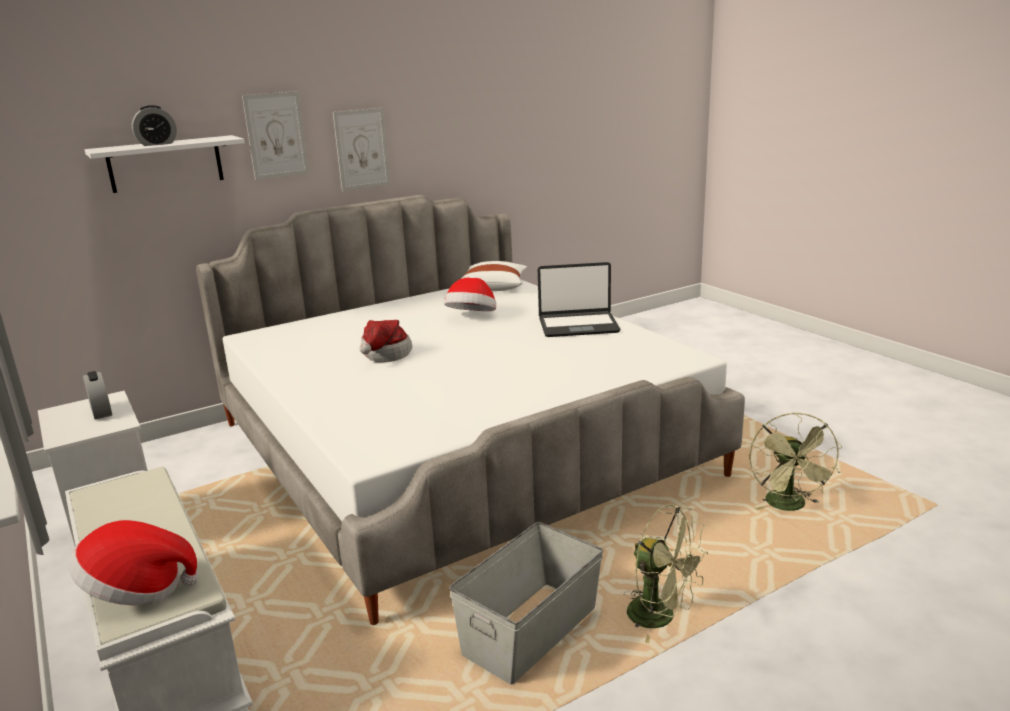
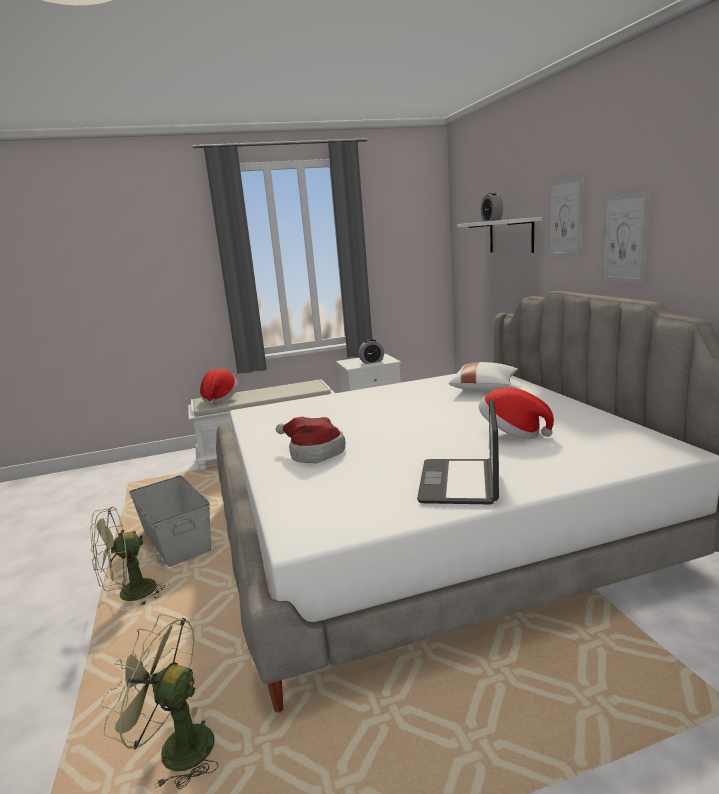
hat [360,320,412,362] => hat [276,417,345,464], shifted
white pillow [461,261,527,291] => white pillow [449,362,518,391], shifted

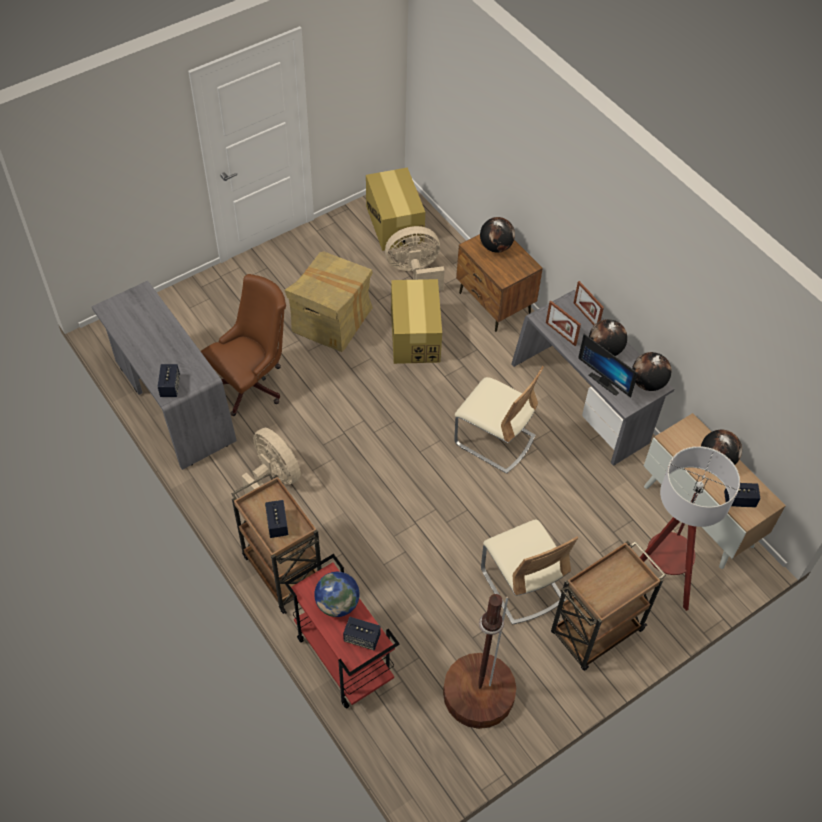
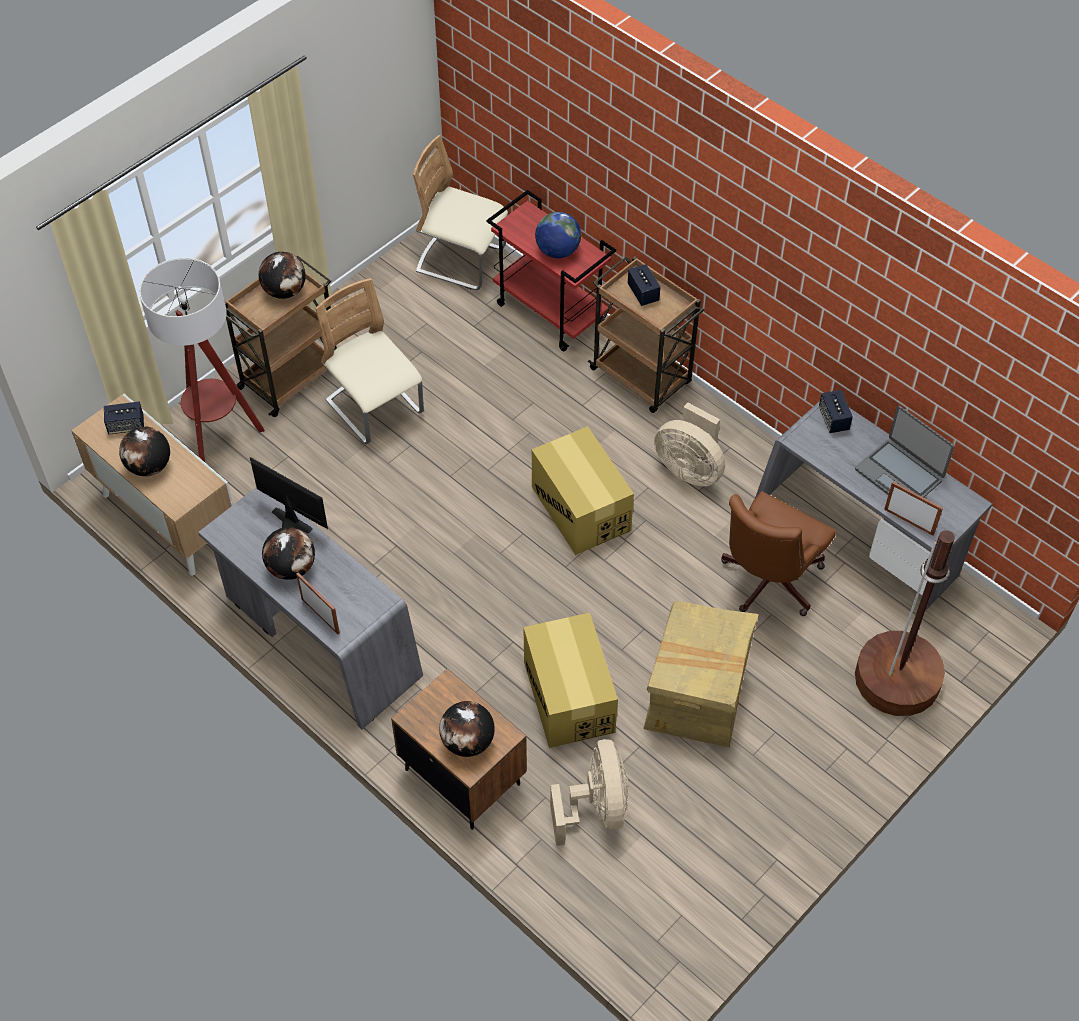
globe [632,352,671,391] => globe [259,252,306,299], shifted
beige chair [454,366,544,474] => beige chair [413,135,508,290], shifted
cardboard box [366,167,425,251] => cardboard box [532,426,634,555], shifted
beige fan [385,226,445,291] => beige fan [550,739,628,846], 75 degrees counterclockwise
nothing => laptop [855,406,955,498]
brown floor lamp [443,594,516,729] => brown floor lamp [855,530,955,716], shifted
picture frame [546,301,581,346] => picture frame [884,482,943,535], shifted
speaker [343,617,380,650] => nothing

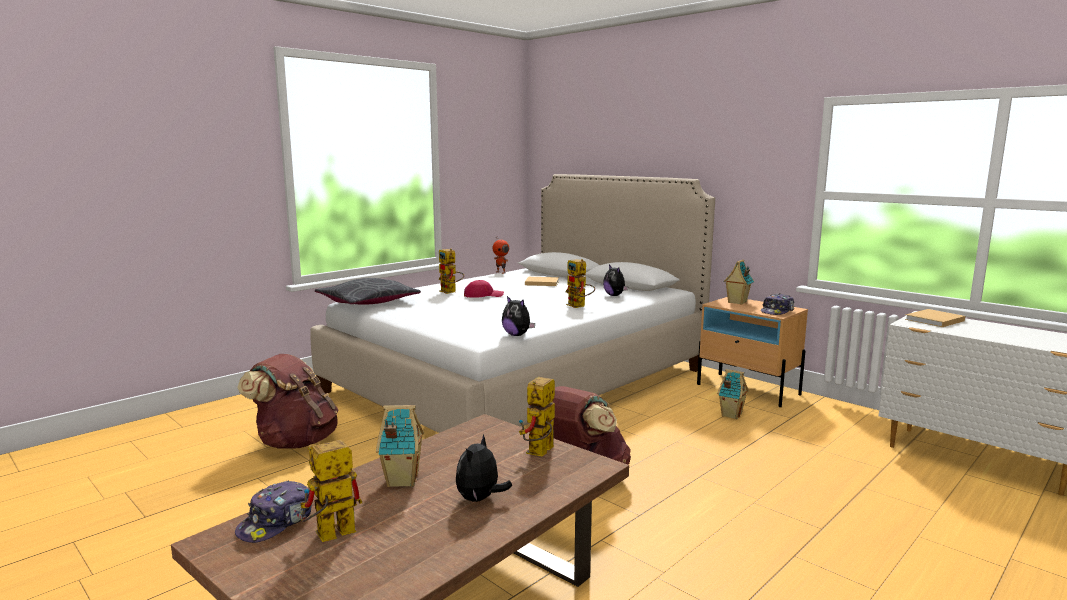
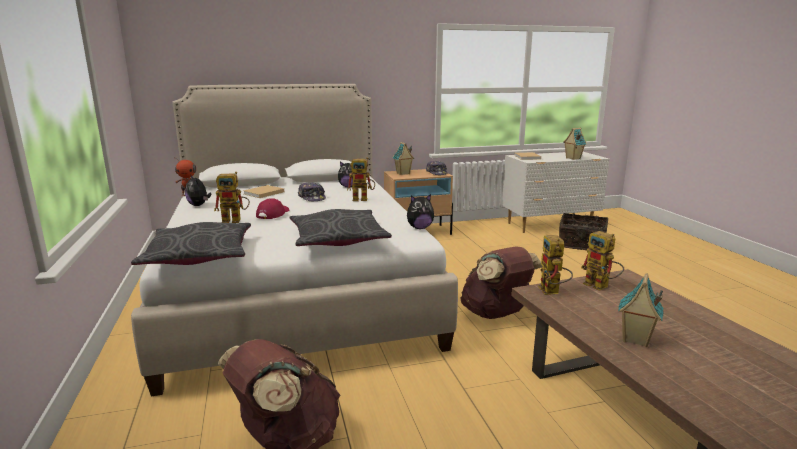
plush toy [456,434,512,502] => plush toy [185,174,211,206], shifted
nothing => grey pillow [290,209,392,246]
cap [235,480,312,543] => cap [298,182,326,201], shifted
toy robot [300,439,362,542] => toy robot [538,235,573,295], shifted
nothing => basket [559,213,608,250]
toy house [717,369,749,419] => toy house [563,128,587,160], shifted

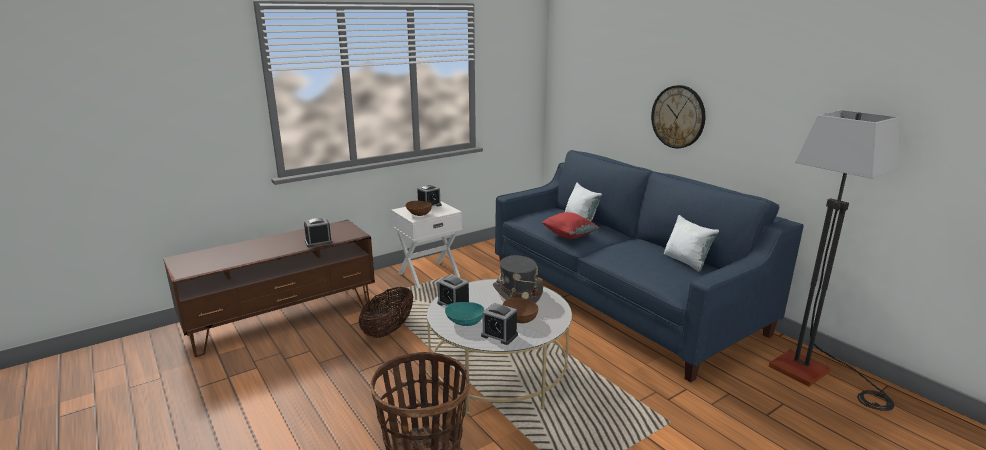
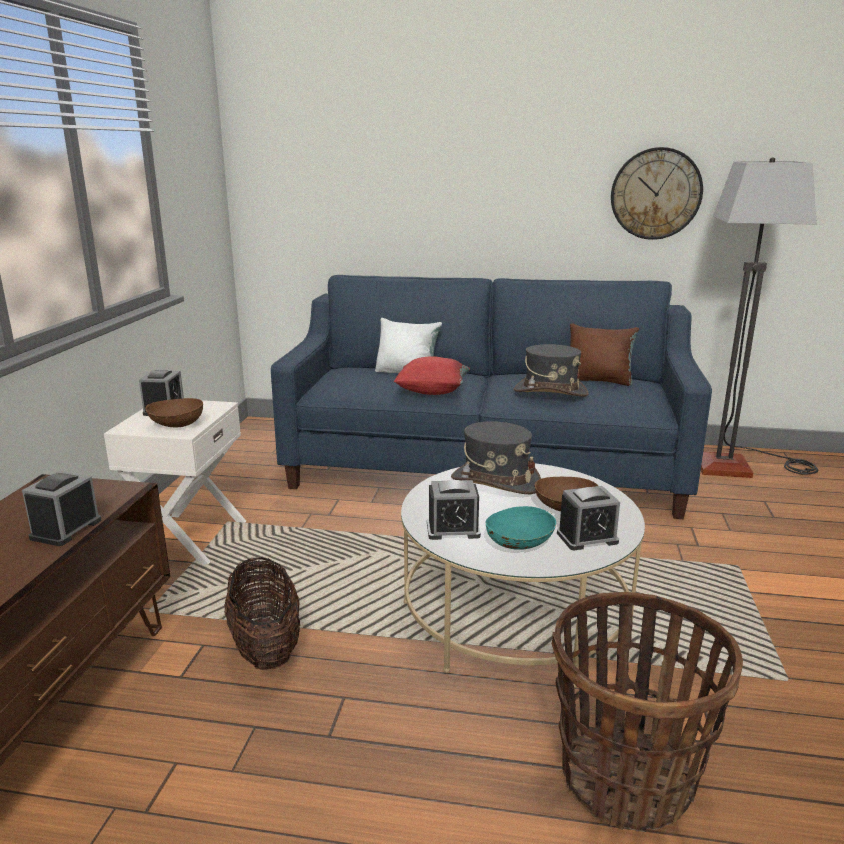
nothing => grey hat [514,344,589,397]
white pillow [664,215,719,272] => brown pillow [570,323,639,386]
wall clock [651,85,705,148] => wall clock [611,147,703,240], shifted

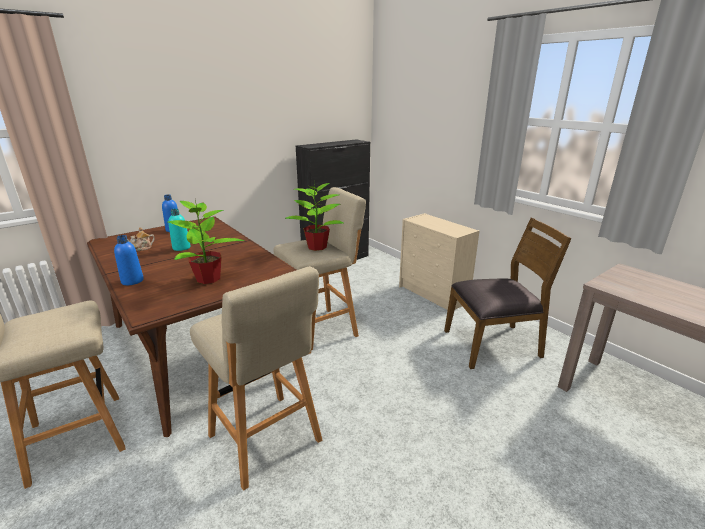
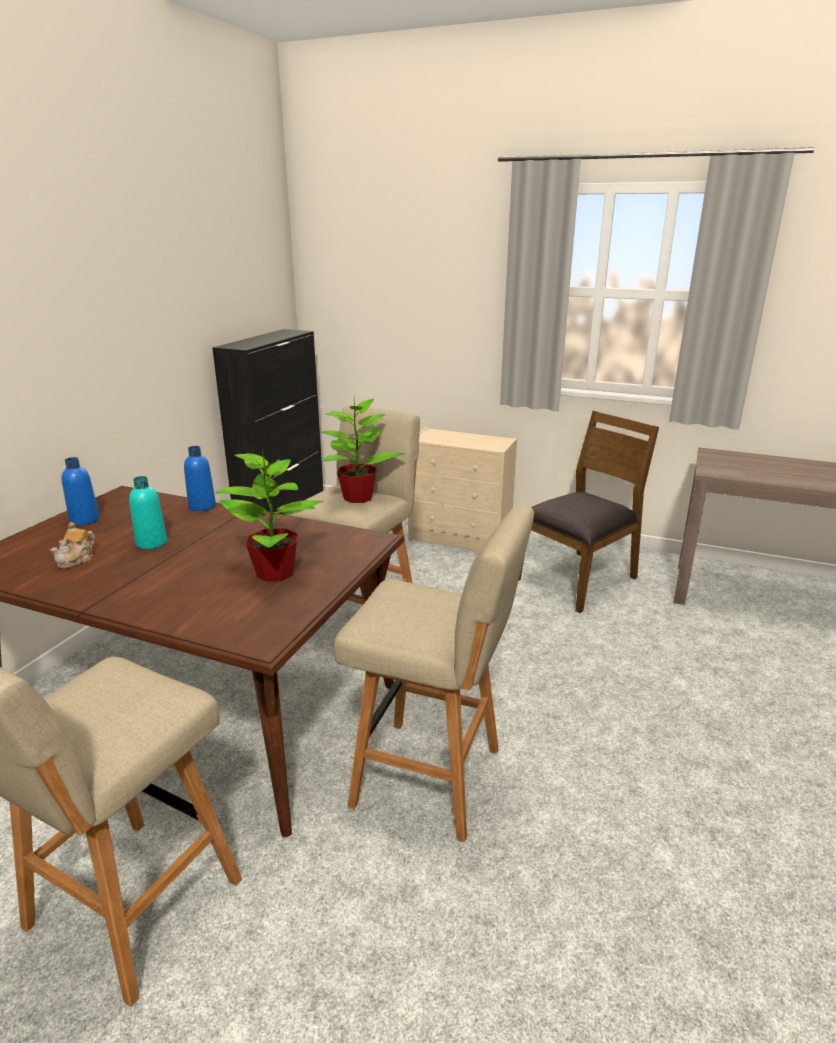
blue bottle [114,235,144,285] => blue bottle [184,446,216,511], shifted

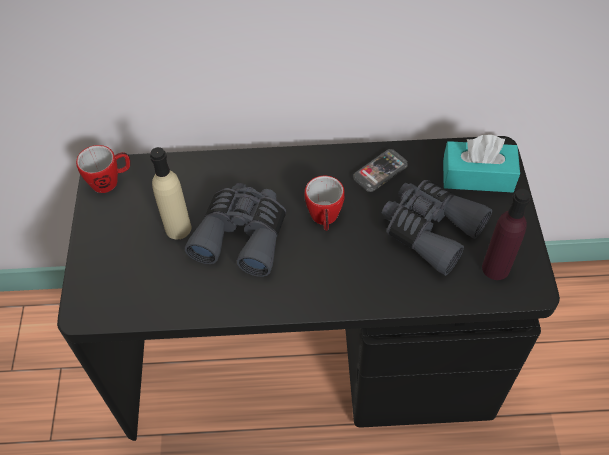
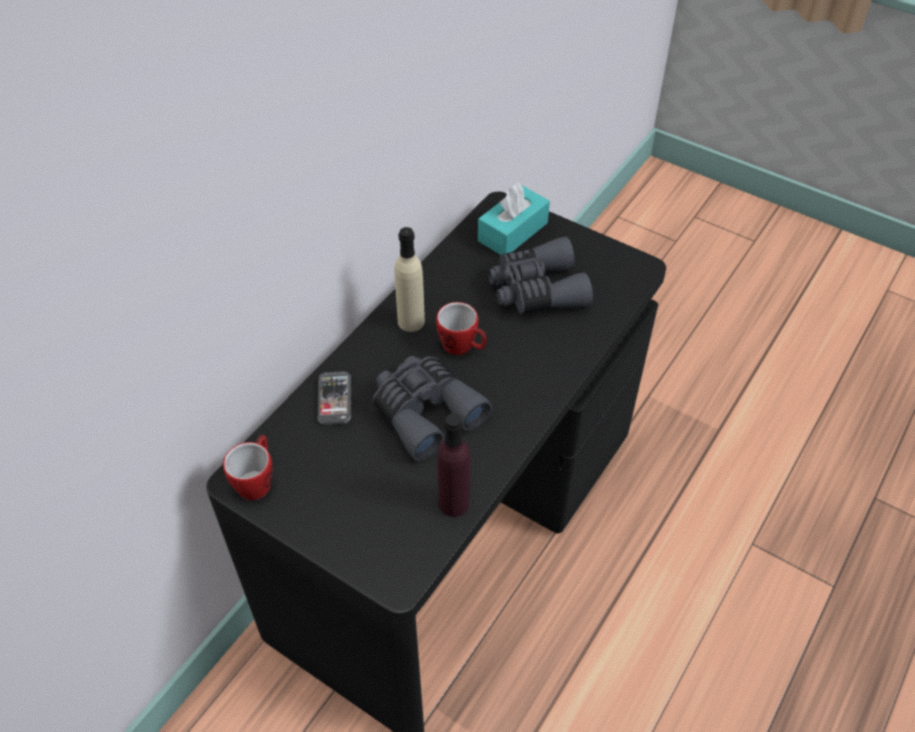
phone [353,149,408,192] => phone [318,371,351,425], shifted
beige bottle [150,147,191,239] => beige bottle [394,227,425,332], shifted
purple bottle [482,189,531,280] => purple bottle [437,413,471,517], shifted

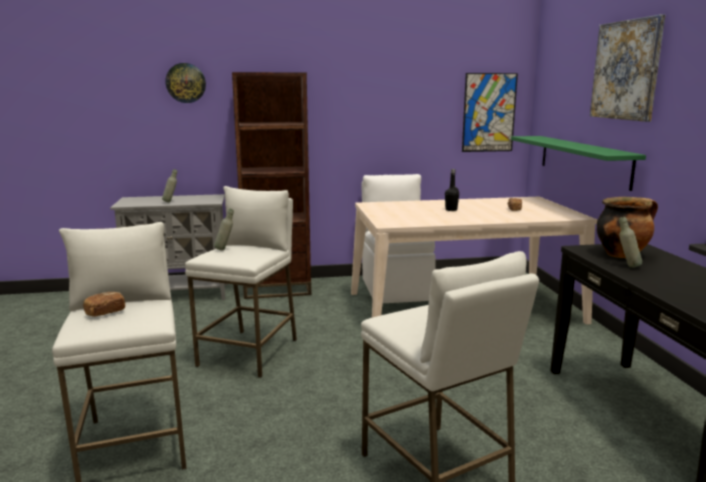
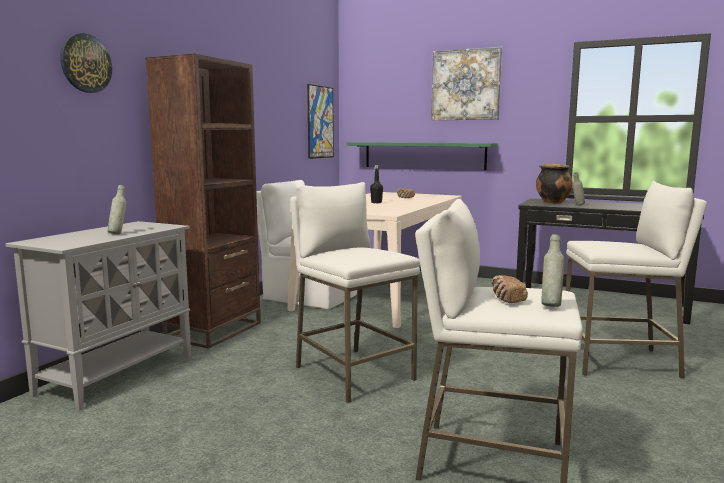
grey bottle [214,209,234,250] => grey bottle [541,234,564,307], shifted

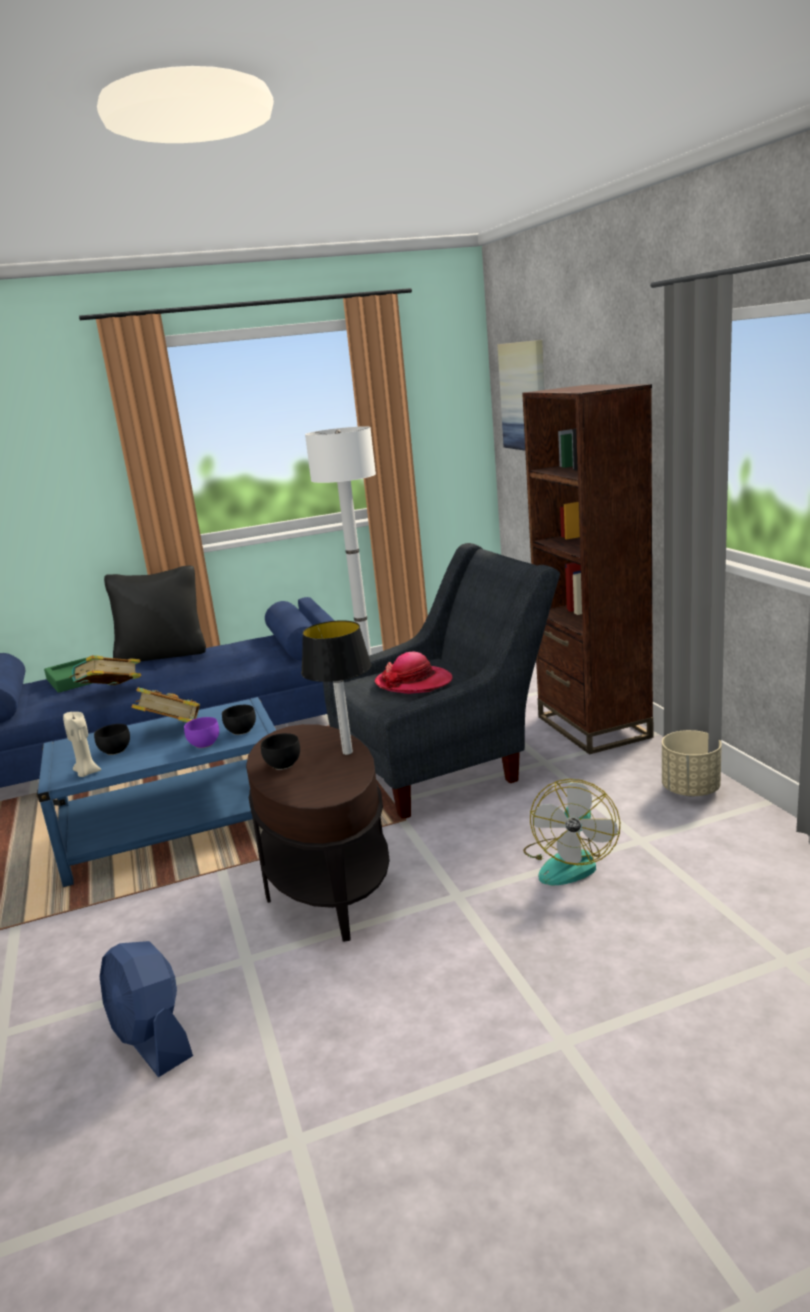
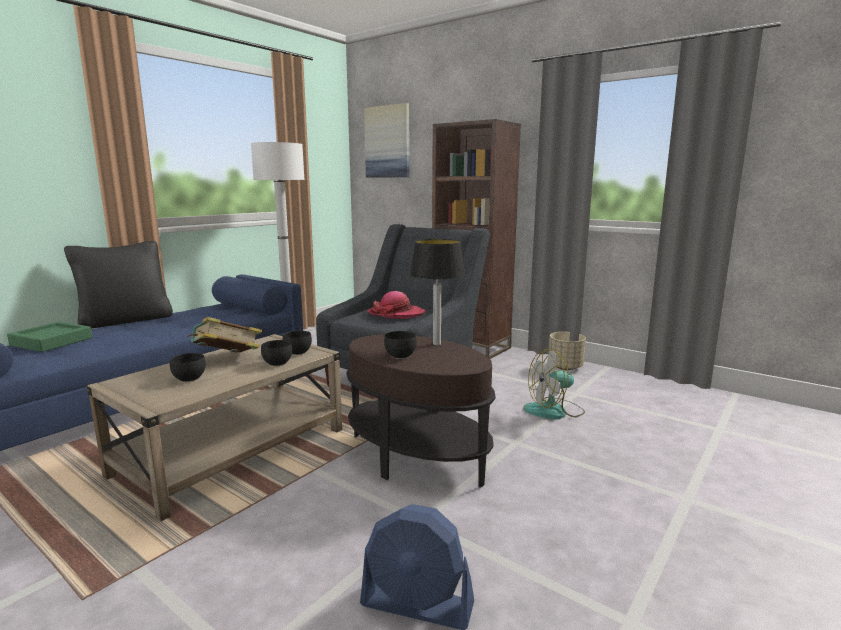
blue coffee table [36,697,276,887] => beige coffee table [87,334,342,521]
purple bowl [184,717,219,748] => black bowl [261,340,292,366]
fan [523,779,620,885] => fan [523,348,585,420], 90 degrees clockwise
beige candle [63,712,101,777] => nothing
book [69,655,141,685] => nothing

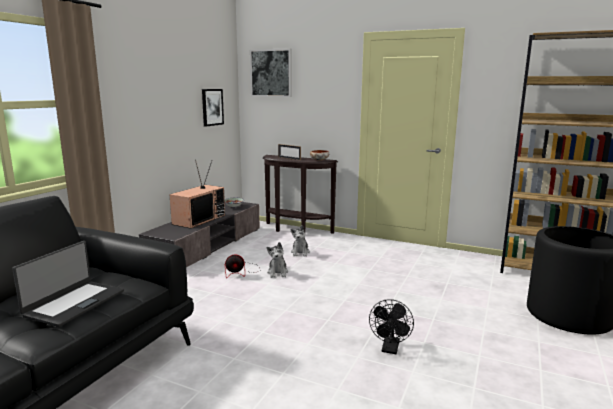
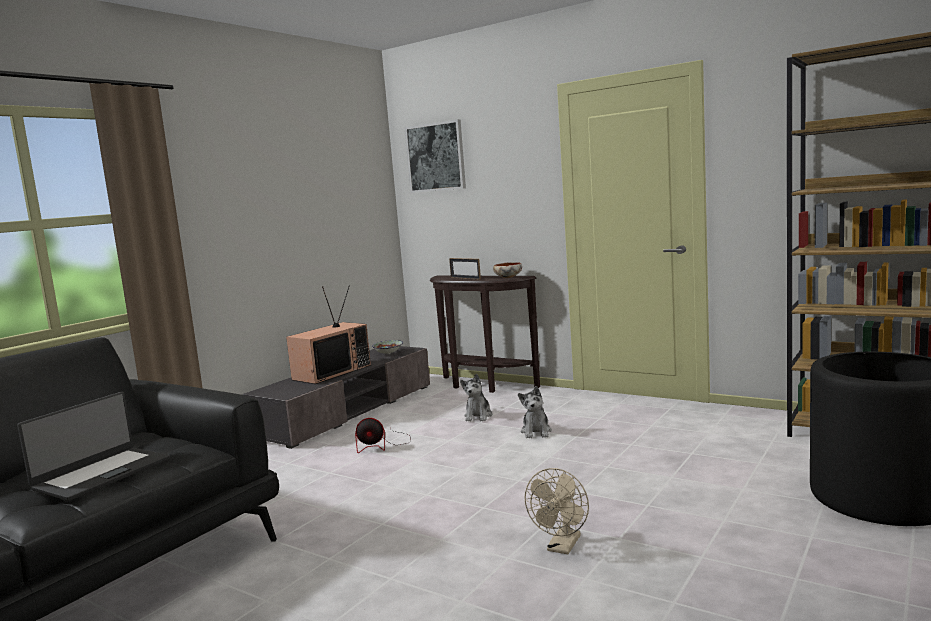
plush toy [267,242,288,278] => plush toy [518,386,552,438], shifted
black fan [369,299,414,354] => beige fan [524,468,589,554]
picture [202,89,224,127] => nothing

